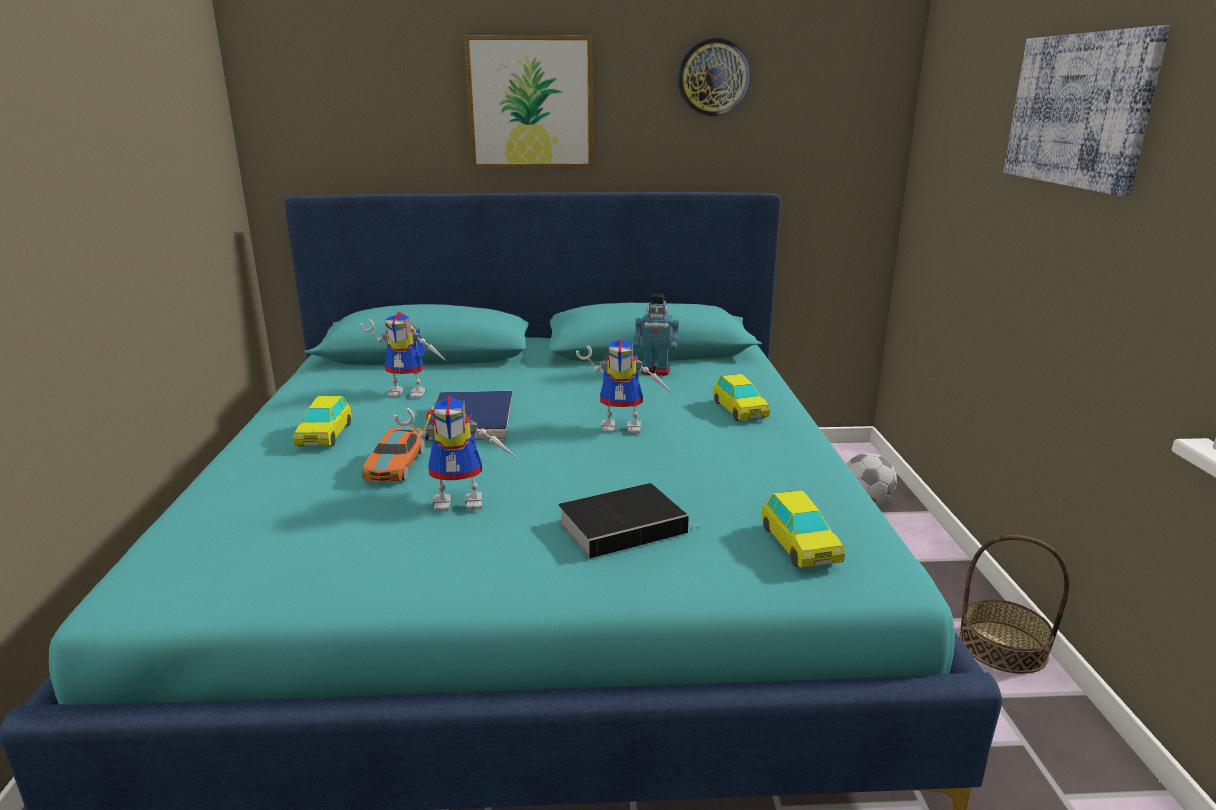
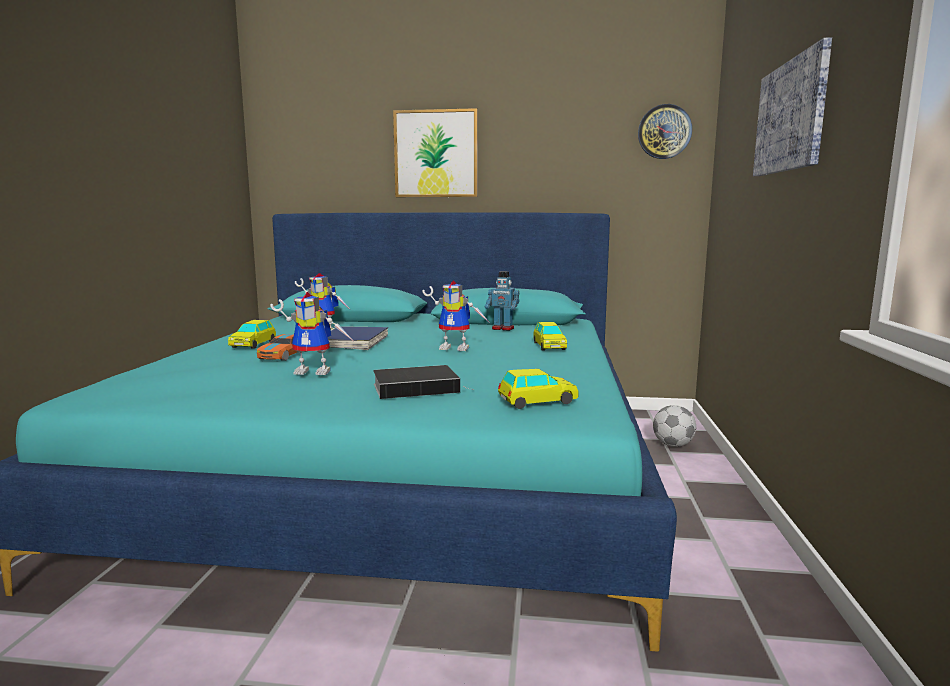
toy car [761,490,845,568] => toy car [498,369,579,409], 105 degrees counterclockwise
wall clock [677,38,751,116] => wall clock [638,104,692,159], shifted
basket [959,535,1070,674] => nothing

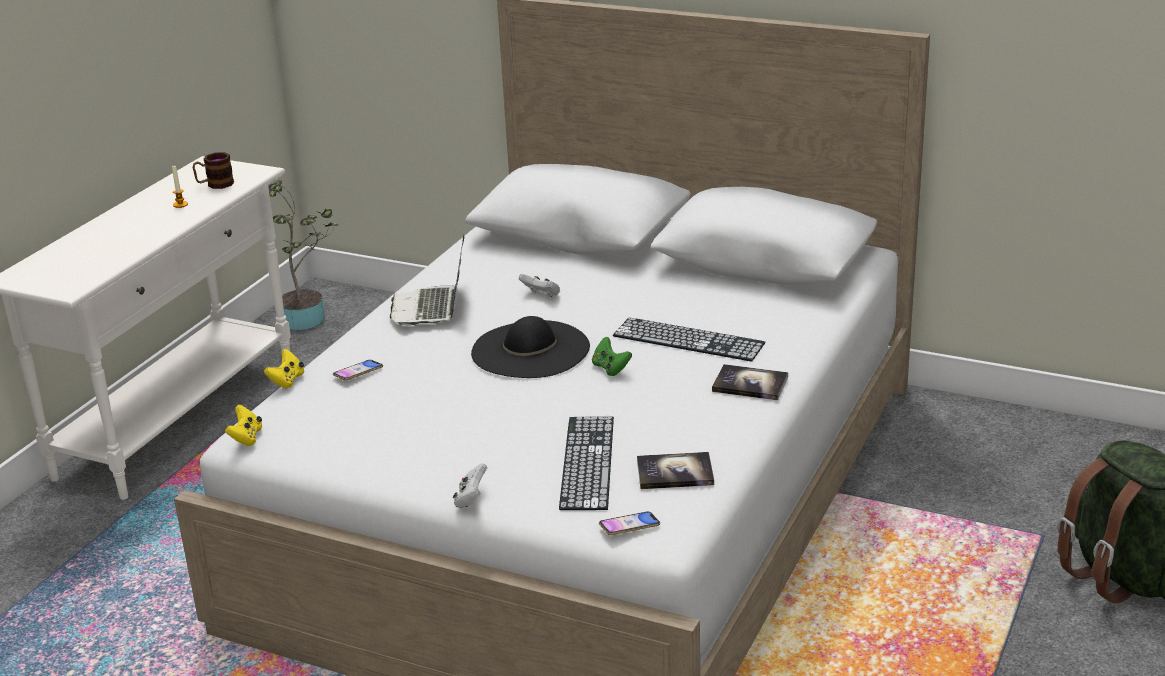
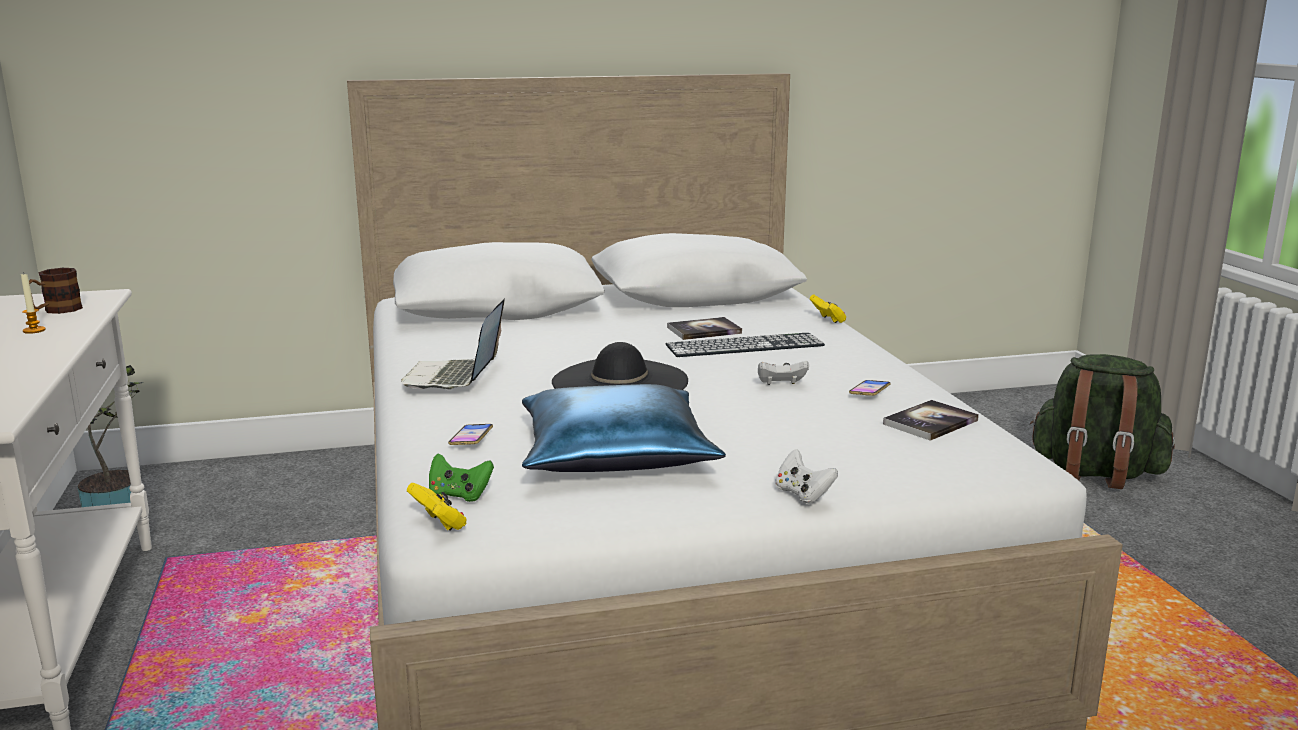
laptop [390,235,464,326] => laptop [401,297,505,389], 45 degrees clockwise
green game controller [592,337,632,376] => green game controller [429,453,494,502], shifted
nothing => blue pillow [522,384,726,472]
book [712,364,788,400] => book [667,317,742,340], shifted
white game controller [519,274,560,297] => white game controller [758,361,809,385], shifted
yellow game controller [264,349,304,389] => yellow game controller [810,294,846,323], shifted
phone [599,511,660,535] => phone [849,380,891,396], shifted
keyboard [559,416,614,510] => nothing

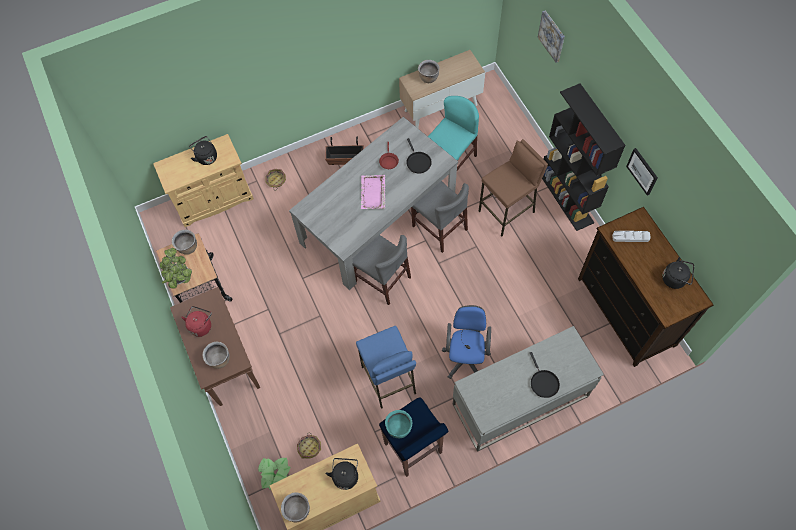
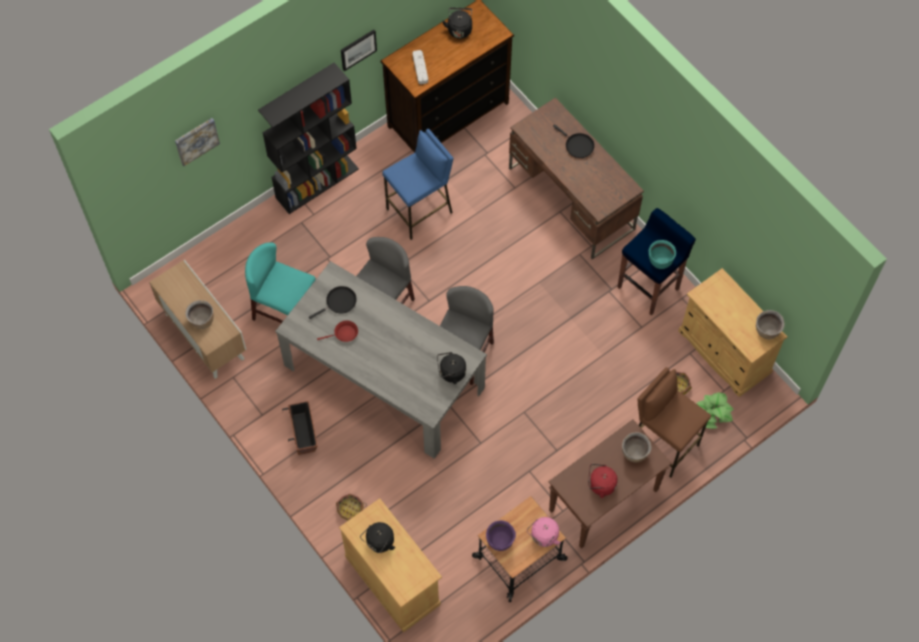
blue stool [356,326,416,409] => blue stool [382,129,453,240], shifted
black kettle [326,458,358,490] => black kettle [437,352,466,384], shifted
brown cooking pot [172,230,197,255] => purple cooking pot [486,520,516,551]
grey desk [453,326,604,452] => brown desk [509,98,644,259]
potted plant [160,248,192,289] => pink kettle [527,517,561,547]
black frying pan [530,352,560,398] => black frying pan [553,124,594,158], 75 degrees clockwise
brown stool [479,139,548,236] => brown stool [638,367,711,478], shifted
pink tray [361,175,385,209] => nothing
blue office chair [442,305,491,379] => nothing

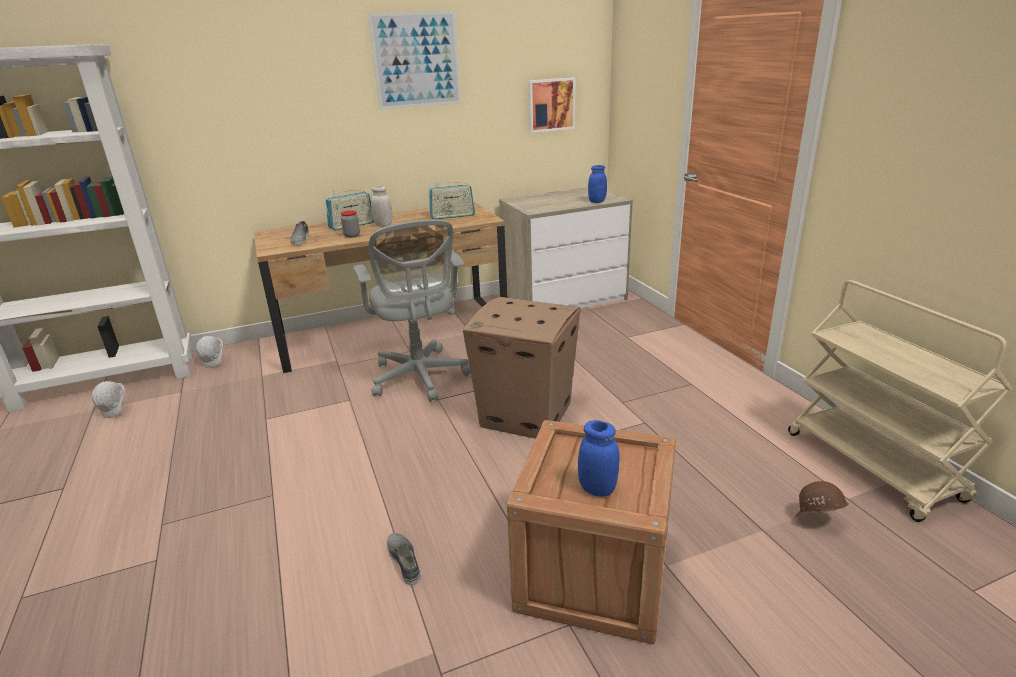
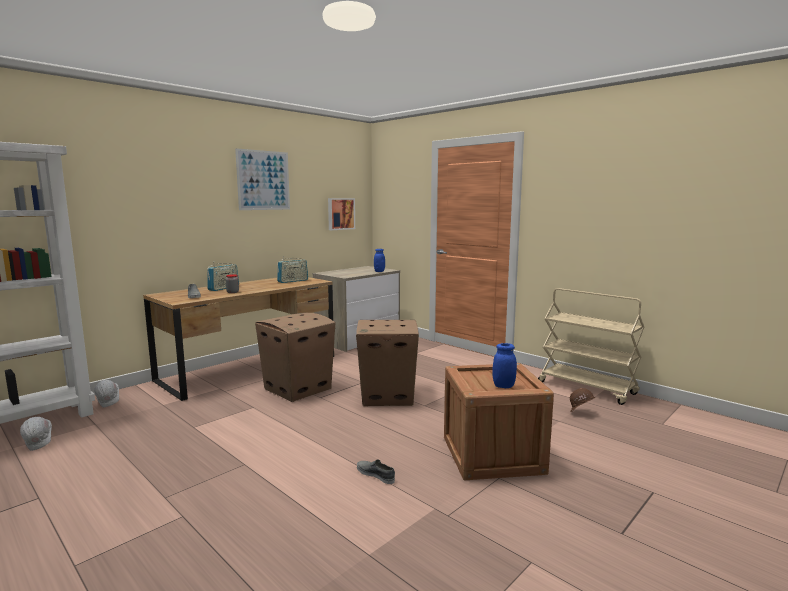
grey office chair [353,219,471,402] => cardboard box [255,313,336,402]
white jar [371,186,393,227] => nothing

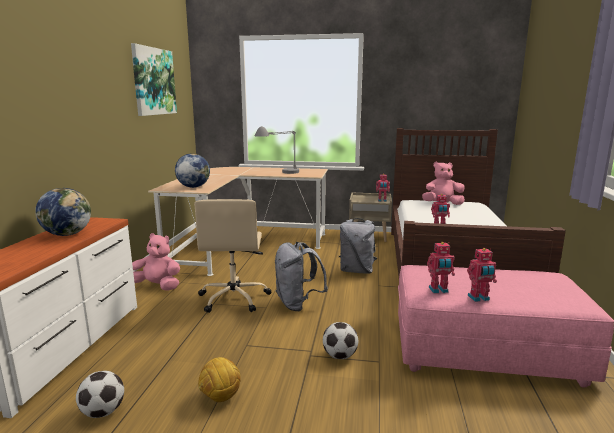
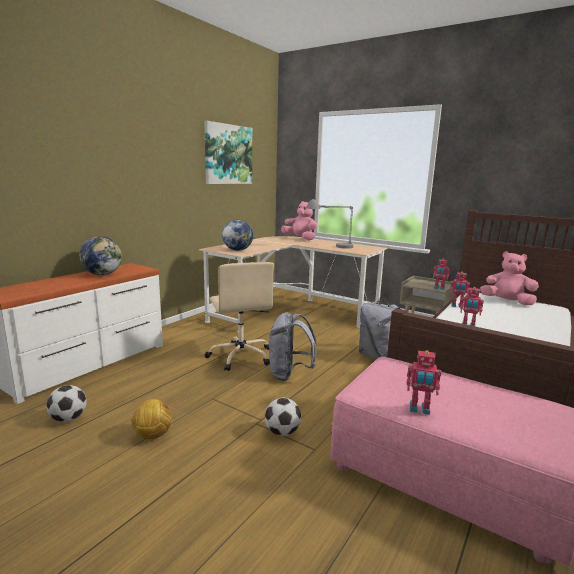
beige office chair [194,199,271,313] => beige office chair [205,262,274,371], 45 degrees counterclockwise
pink plush toy [132,233,180,291] => pink plush toy [281,201,317,241], shifted
toy robot [427,242,455,293] => toy robot [450,272,470,307], shifted

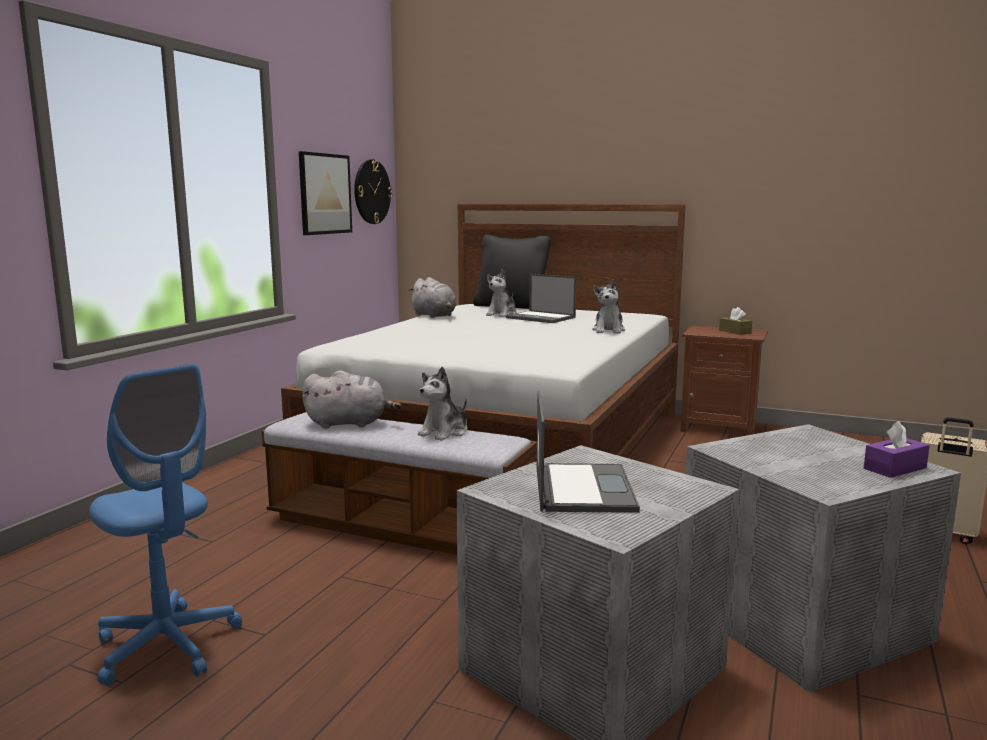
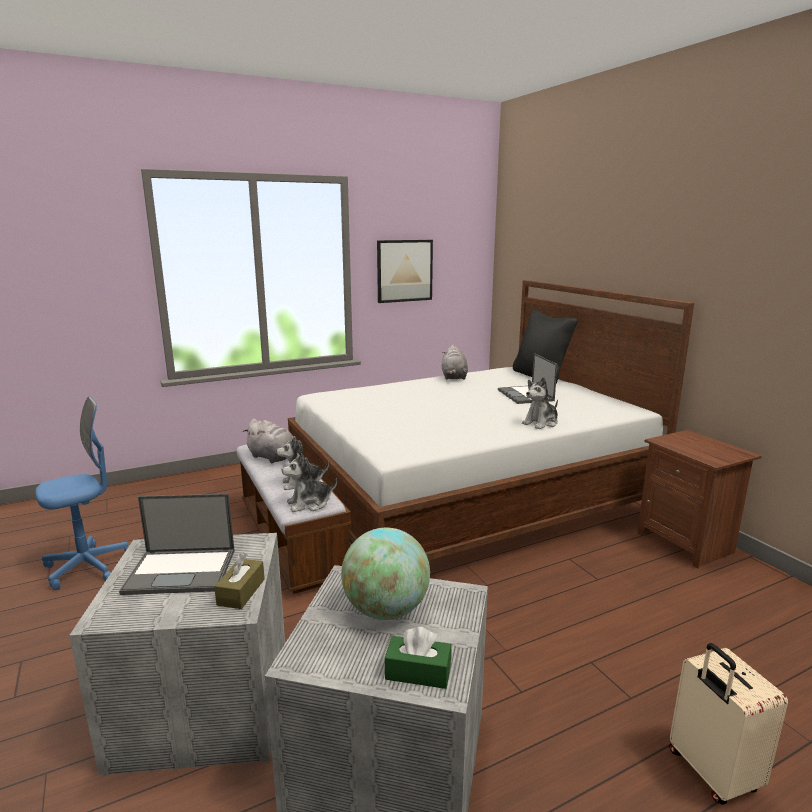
blue office chair [89,364,242,686] => blue office chair [35,396,129,590], 120 degrees counterclockwise
laptop [536,390,640,513] => laptop [119,494,235,595], 45 degrees clockwise
brown tissue box [719,307,752,335] => brown tissue box [214,552,265,609], shifted
plush toy [486,269,517,317] => plush toy [281,453,337,512], shifted
nothing => globe [341,528,430,620]
purple tissue box [864,421,930,478] => green tissue box [385,627,452,689]
wall clock [354,159,392,224] => nothing

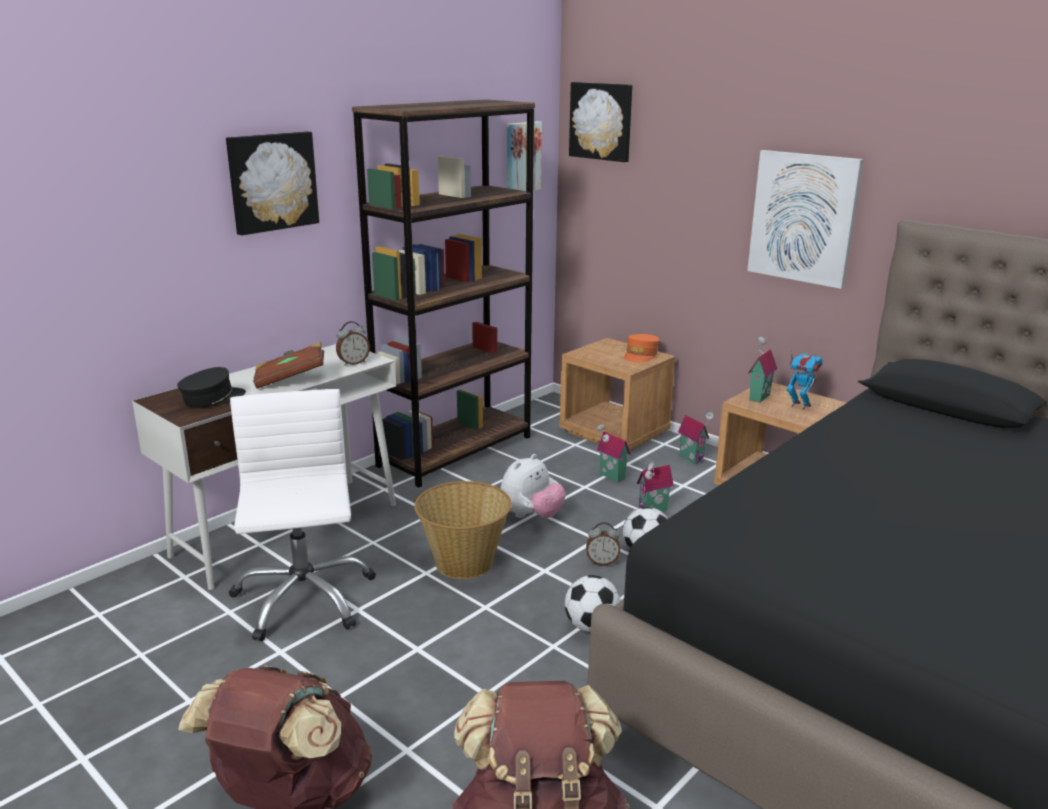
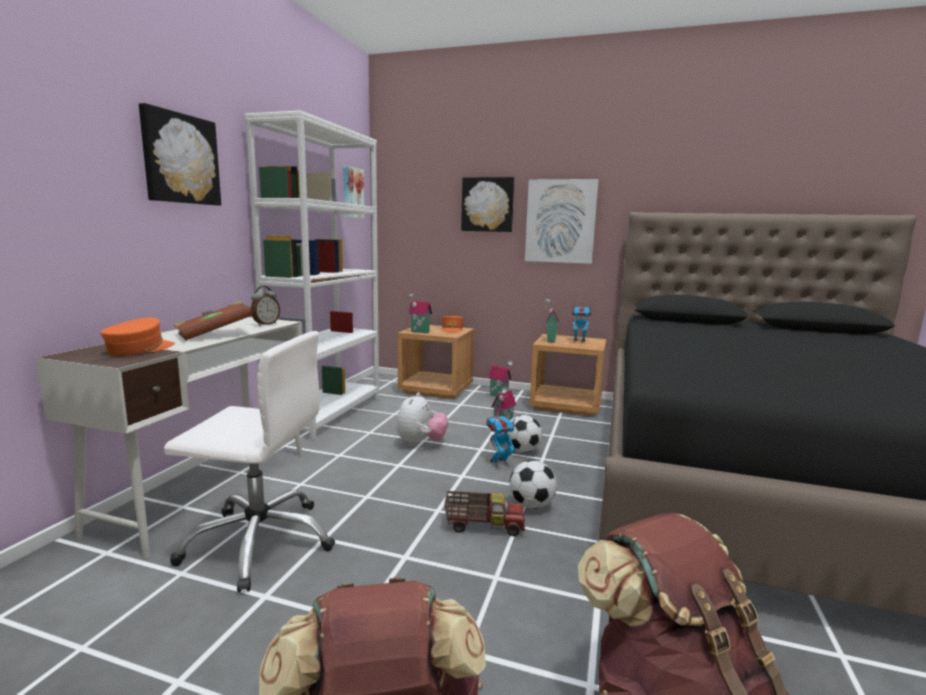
black cap [177,367,246,408] => orange cap [100,317,175,356]
white office chair [229,389,376,642] => white office chair [164,331,335,592], 135 degrees clockwise
brown bookcase [352,99,535,488] => white bookcase [244,110,379,440]
toy house [596,424,631,482] => toy house [408,294,432,333], shifted
nothing => toy truck [444,491,525,536]
picture [569,82,632,162] => picture [461,177,514,232], shifted
alarm clock [586,522,620,566] => toy robot [486,414,517,466]
basket [414,481,512,579] => nothing

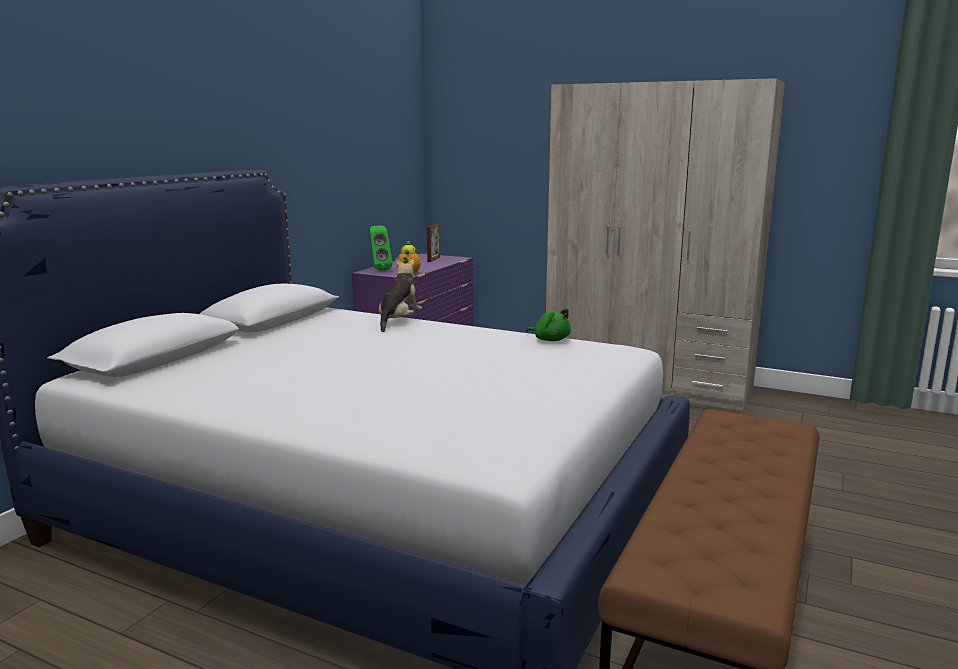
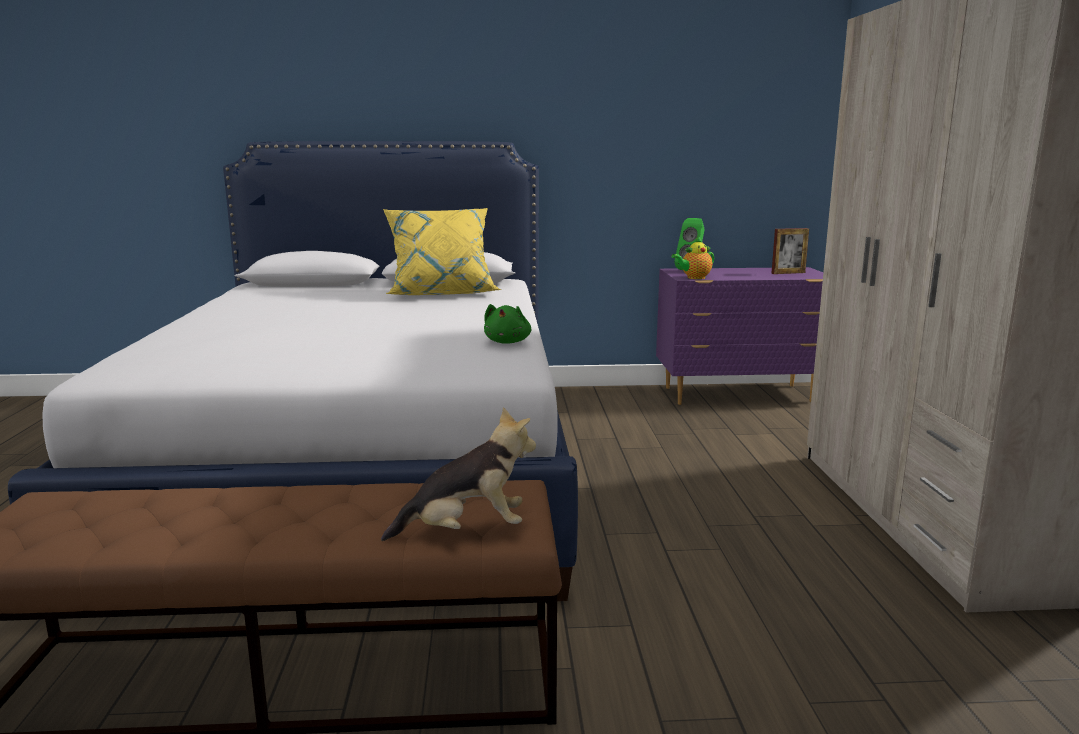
plush toy [379,259,422,332] => plush toy [381,407,536,541], shifted
nothing => yellow pillow [383,208,501,295]

